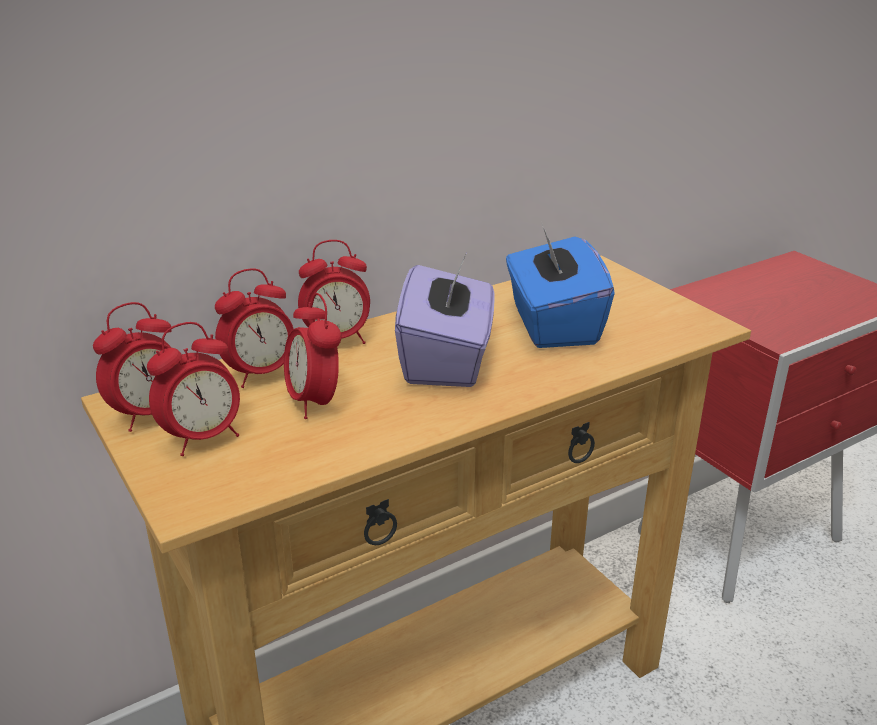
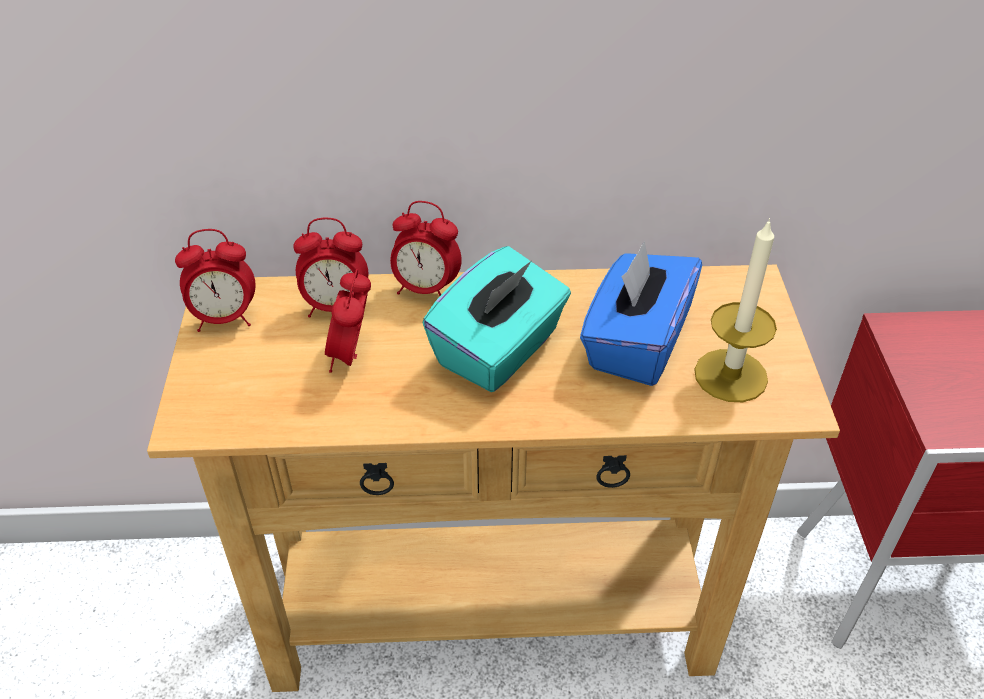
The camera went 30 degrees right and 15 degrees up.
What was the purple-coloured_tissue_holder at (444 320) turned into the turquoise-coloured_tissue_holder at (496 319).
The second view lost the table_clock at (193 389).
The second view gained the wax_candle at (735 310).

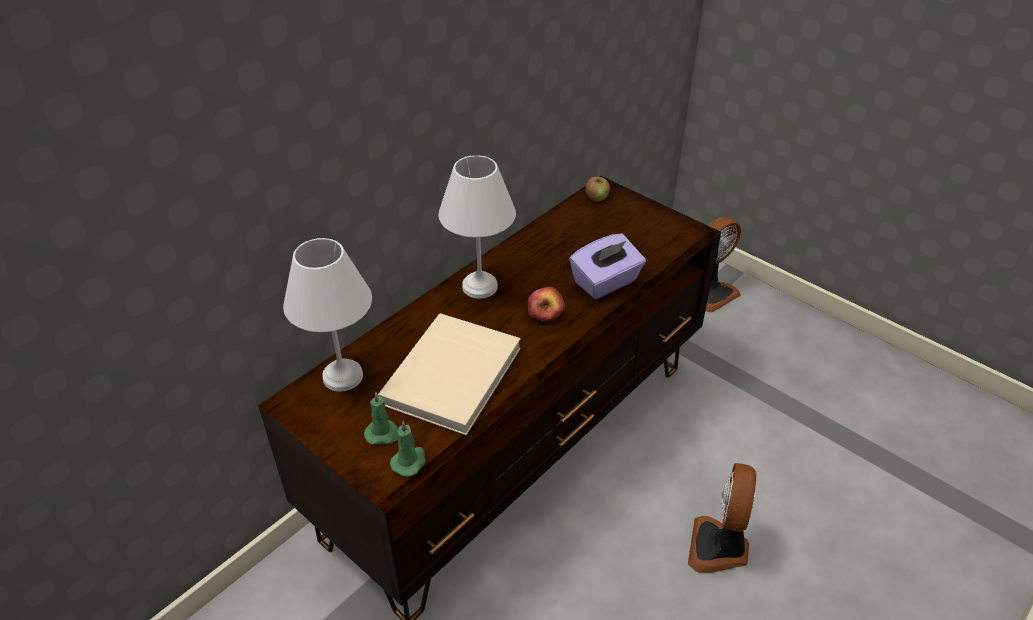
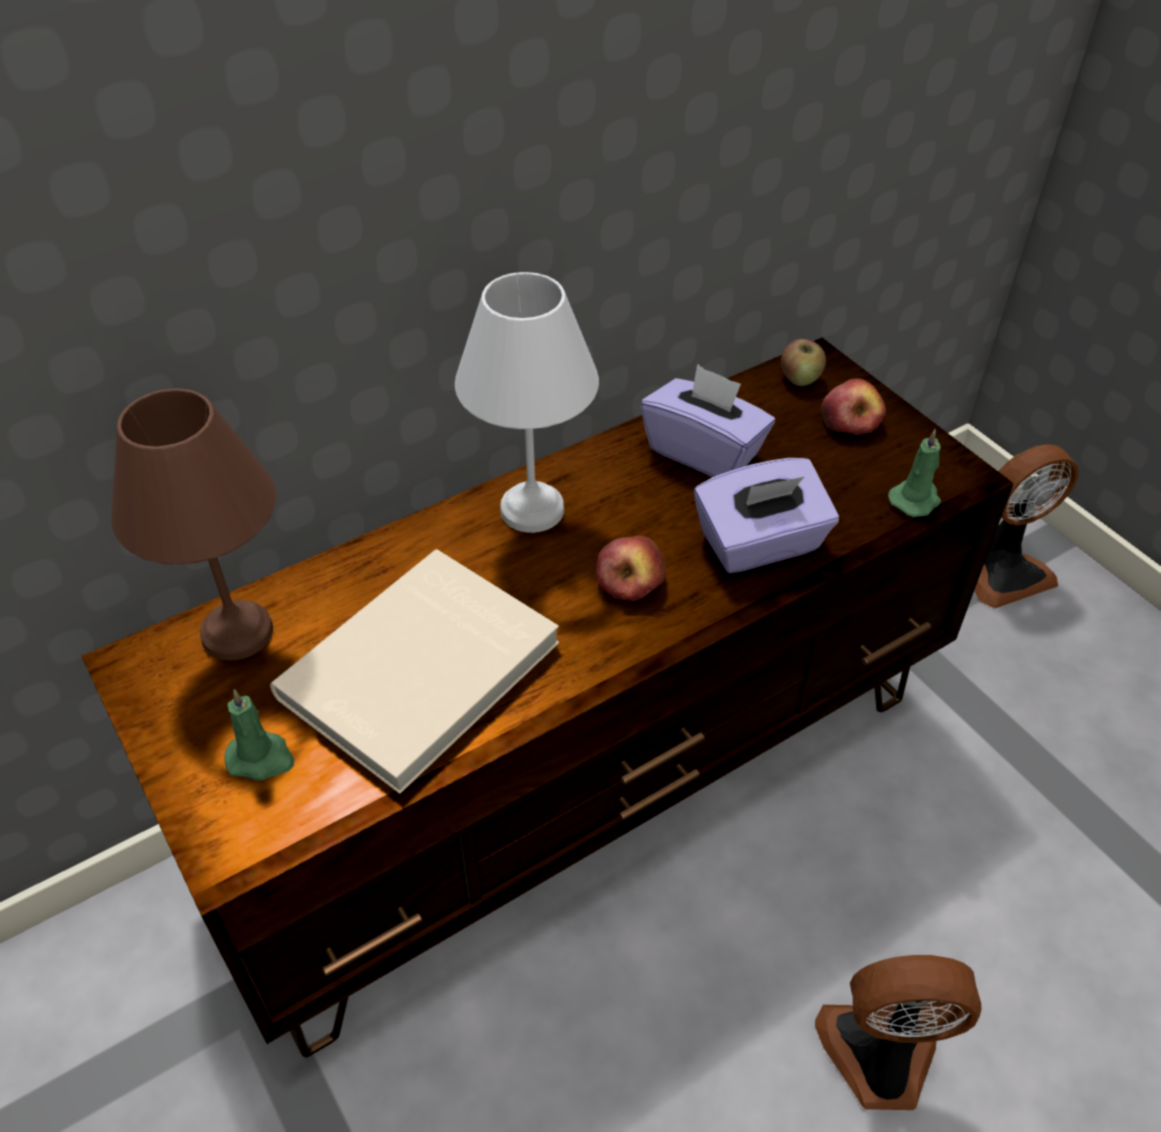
The camera went 15 degrees right and 5 degrees up.
What was the whitish_lamp_for_a_table at (327 315) turned into the brown_lamp_for_a_table at (193 524).
The green-coloured_wax_candle ended up elsewhere, having gone from (408 449) to (914 473).
The electric_fan at (722 518) ended up facing another way, 60 degrees clockwise from before.
The second view gained the purple-coloured_tissue_holder at (708 420).
The second view gained the apple at (854 406).

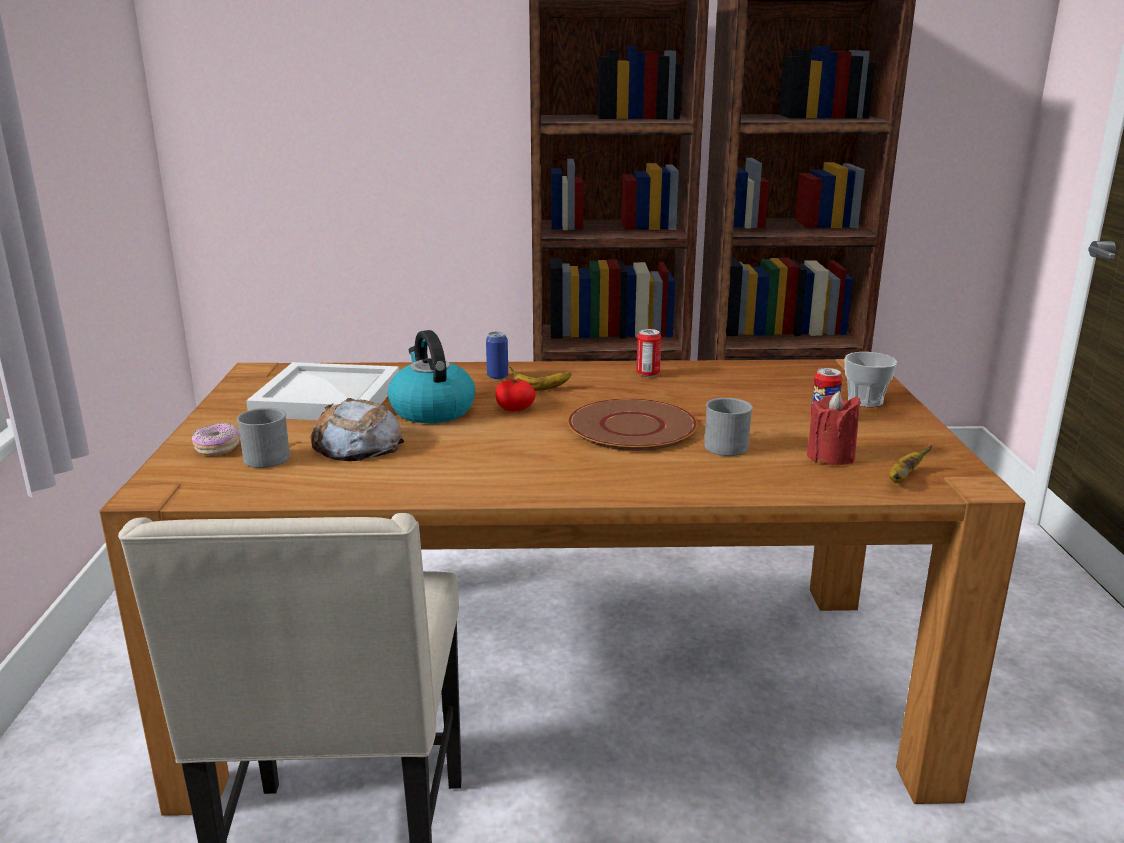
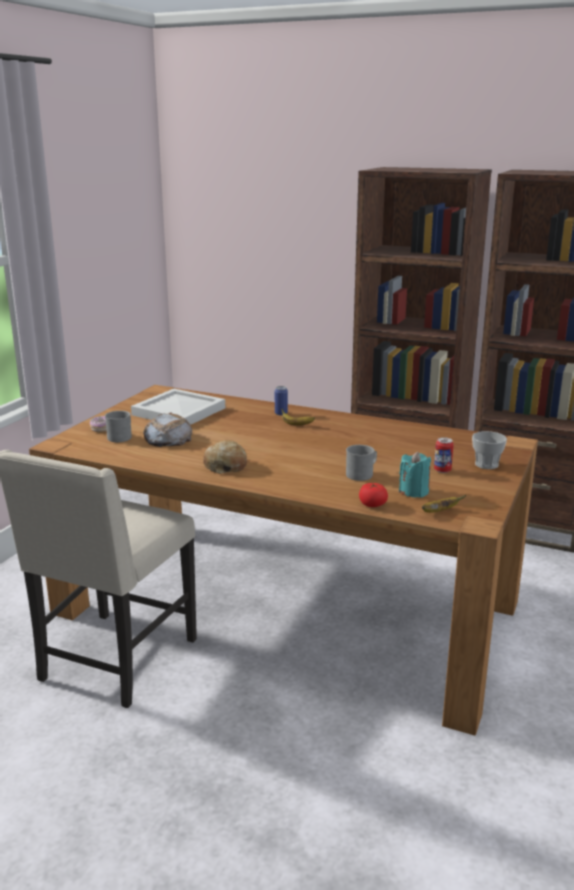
The camera went 25 degrees right and 0 degrees up.
The second view lost the metal_can at (648 353).
The second view lost the water_kettle at (431 376).
The fresh_tomato ended up elsewhere, having gone from (515 395) to (373 494).
What was the red-coloured_wax_candle at (834 428) turned into the turquoise-coloured_wax_candle at (415 474).
The second view lost the brown_dinner_plate at (632 424).
The second view gained the baked_bread at (225 456).

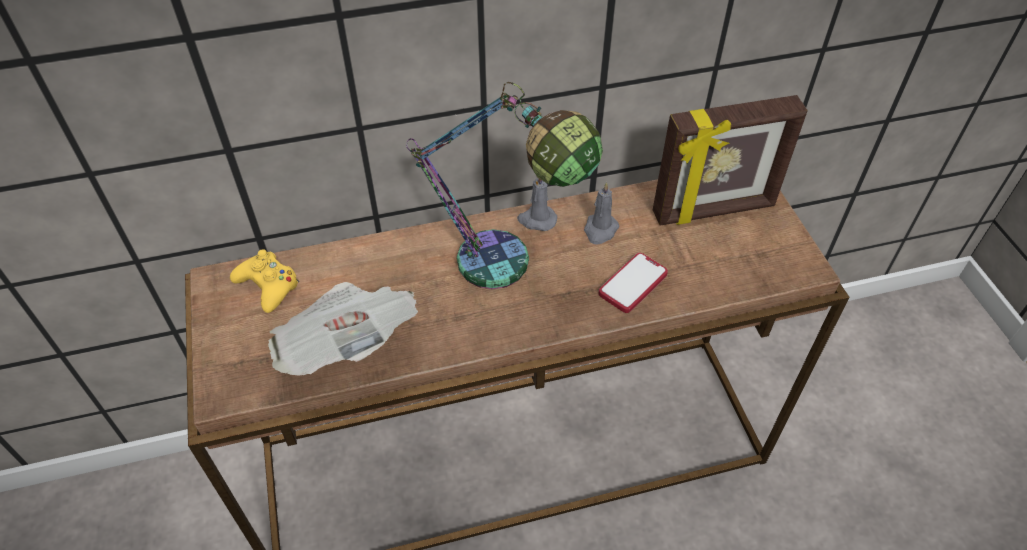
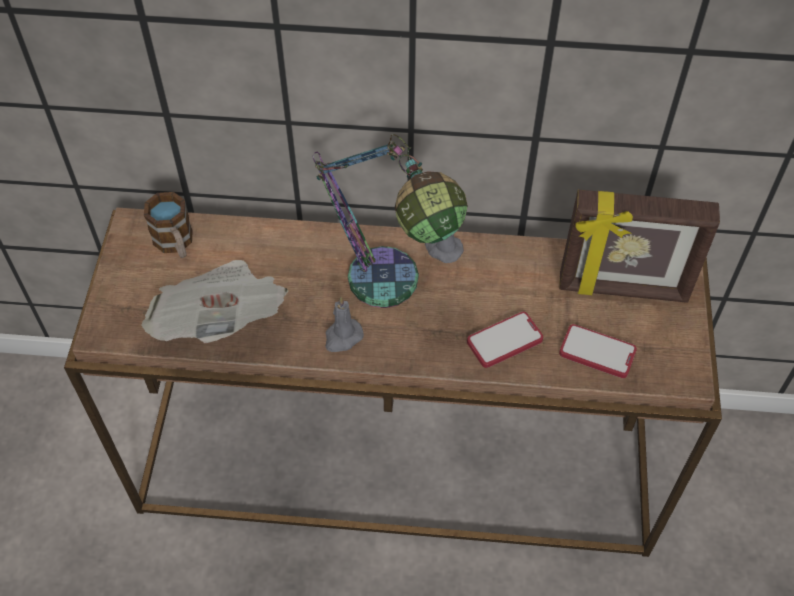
The camera went 20 degrees right and 5 degrees up.
The grey_wax_candle ended up elsewhere, having gone from (601 213) to (344 324).
Where the yellow_game_controller stood at (264 281), the mug came to stand at (168 225).
The second view gained the telephone at (598 351).

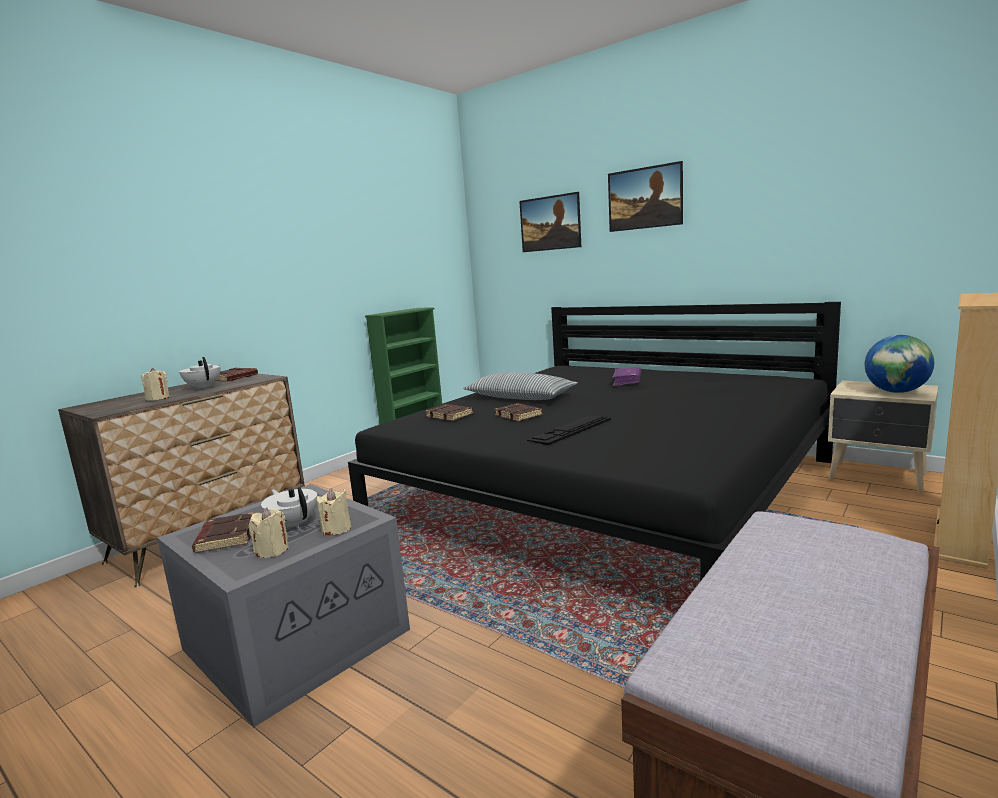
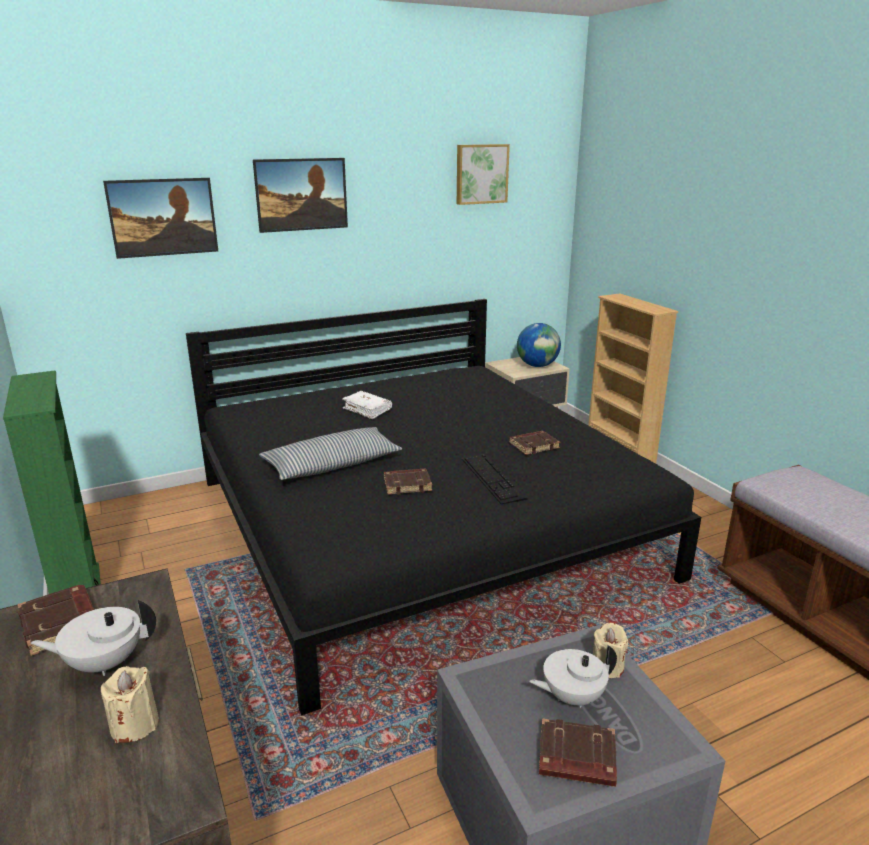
The camera went 65 degrees left and 10 degrees up.
What was the purple-coloured_bound_book at (626 376) turned into the whitish_bound_book at (367 405).
The brown_bound_book ended up elsewhere, having gone from (449 412) to (534 443).
The second view lost the beige-coloured_wax_candle at (269 533).
The second view gained the wall_picture at (483 174).

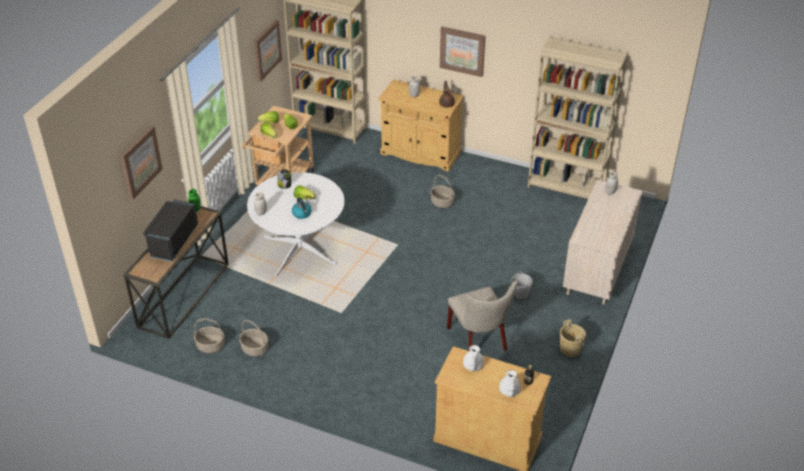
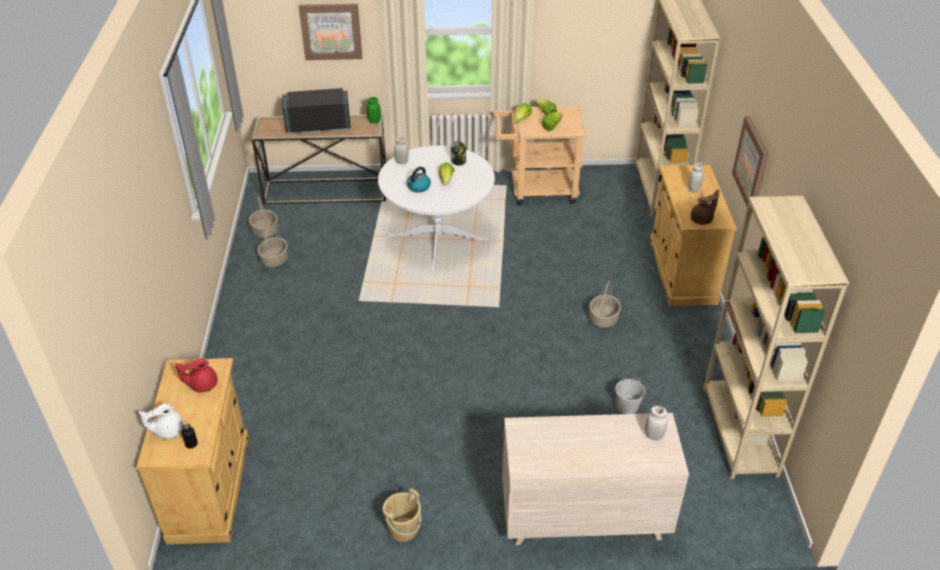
The camera went 65 degrees right and 0 degrees up.
The second view lost the wall_picture at (268 51).
The whitish_pail ended up elsewhere, having gone from (522 285) to (630 396).
The second view lost the beige-coloured_upright_chair at (482 315).
What was the whitish_tea_pot at (473 358) turned into the red-coloured_tea_pot at (197 375).

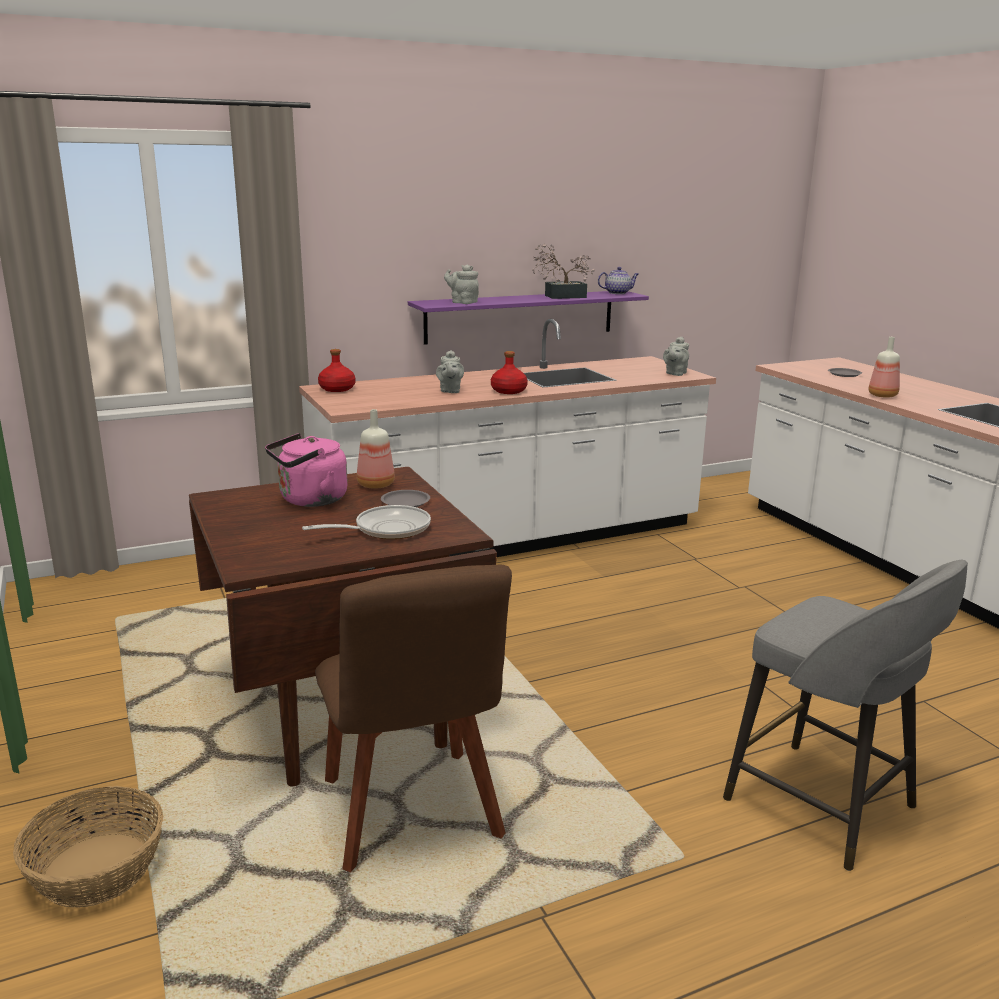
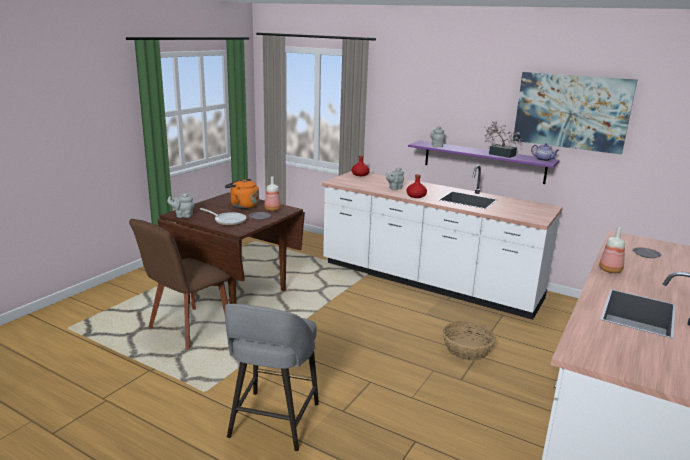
The camera went 55 degrees right and 0 degrees up.
The grey_tea_pot ended up elsewhere, having gone from (676 356) to (180 205).
What was the pink_water_kettle at (306 470) turned into the orange-coloured_water_kettle at (242 194).
The storage_basket ended up elsewhere, having gone from (88 847) to (469 341).
The second view gained the wall_picture at (575 113).

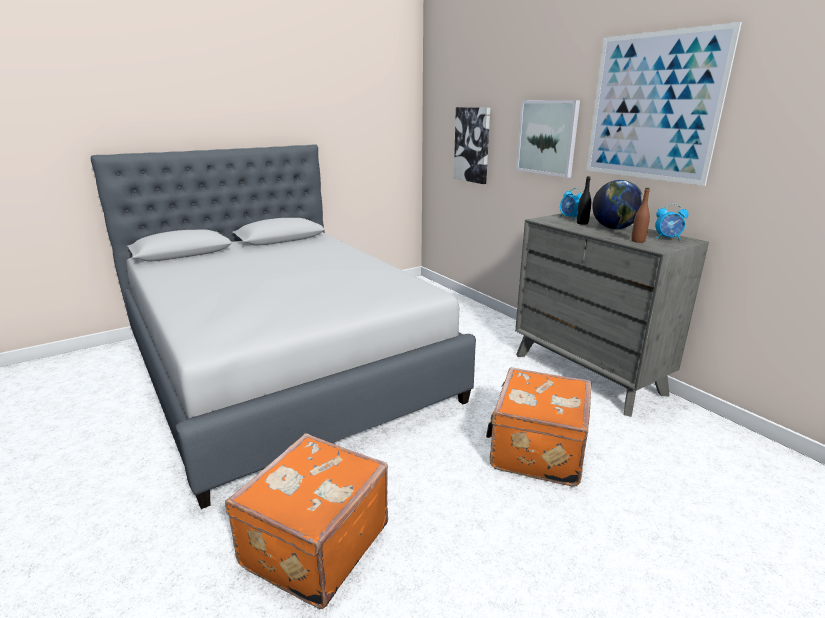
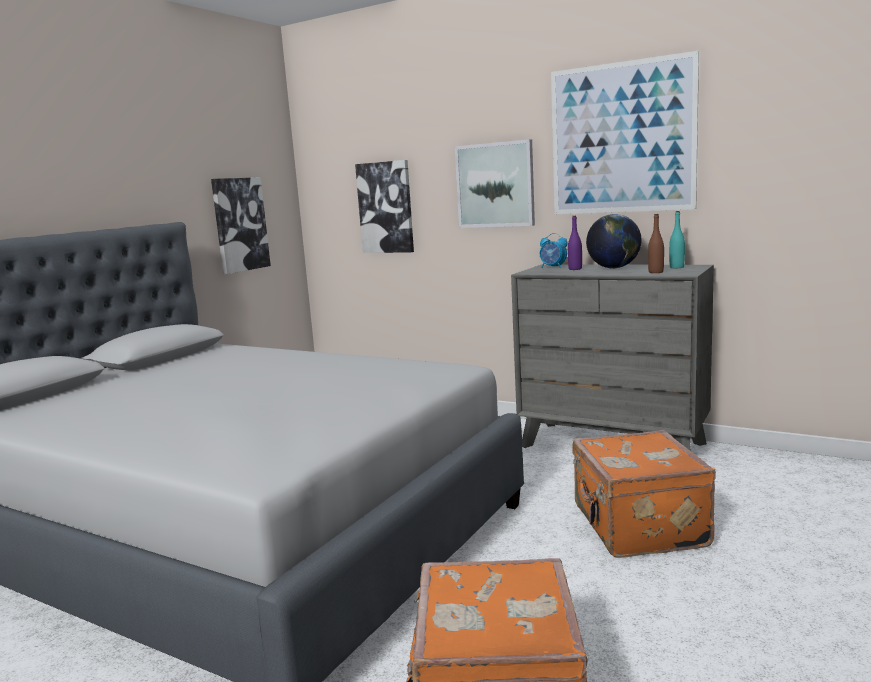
The camera went 25 degrees left and 10 degrees down.
What was the blackish_bottle at (584 200) turned into the purple-coloured_bottle at (575 243).
Where the table_clock stood at (672 222), the turquoise-coloured_bottle came to stand at (677 239).
The second view gained the wall_picture at (241 225).

